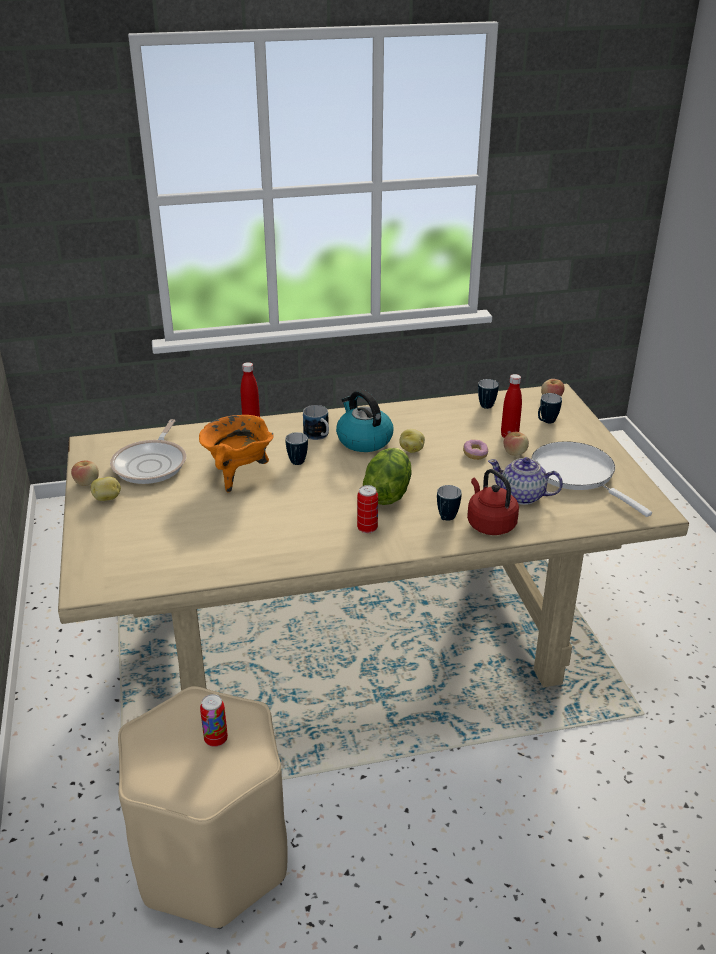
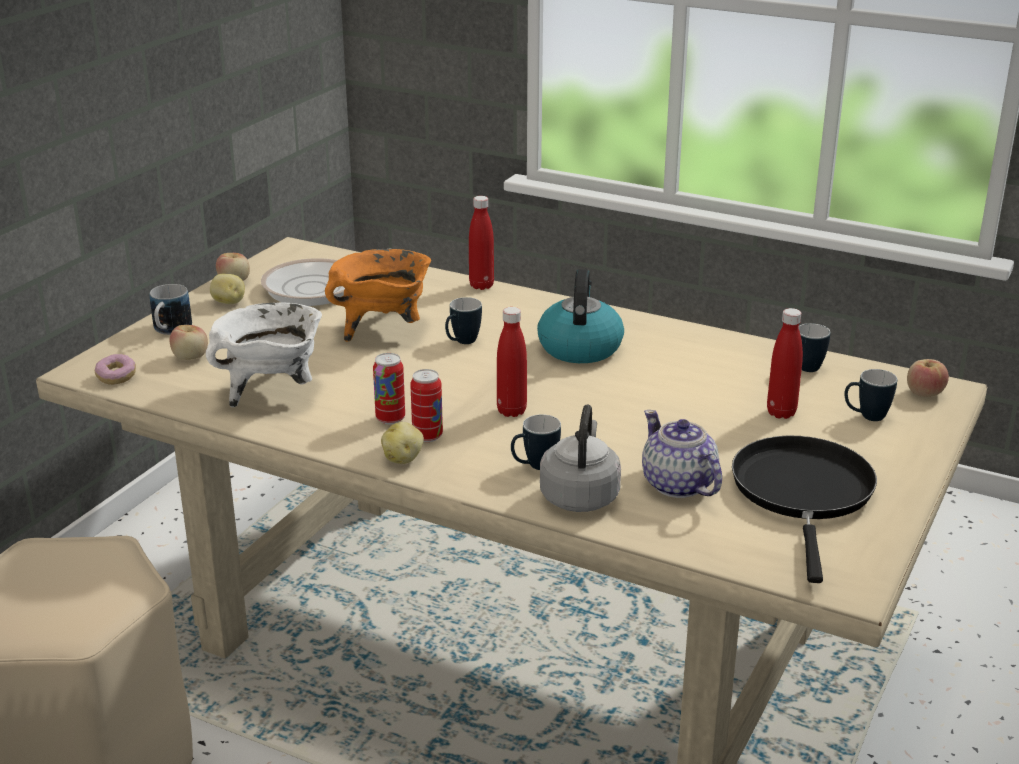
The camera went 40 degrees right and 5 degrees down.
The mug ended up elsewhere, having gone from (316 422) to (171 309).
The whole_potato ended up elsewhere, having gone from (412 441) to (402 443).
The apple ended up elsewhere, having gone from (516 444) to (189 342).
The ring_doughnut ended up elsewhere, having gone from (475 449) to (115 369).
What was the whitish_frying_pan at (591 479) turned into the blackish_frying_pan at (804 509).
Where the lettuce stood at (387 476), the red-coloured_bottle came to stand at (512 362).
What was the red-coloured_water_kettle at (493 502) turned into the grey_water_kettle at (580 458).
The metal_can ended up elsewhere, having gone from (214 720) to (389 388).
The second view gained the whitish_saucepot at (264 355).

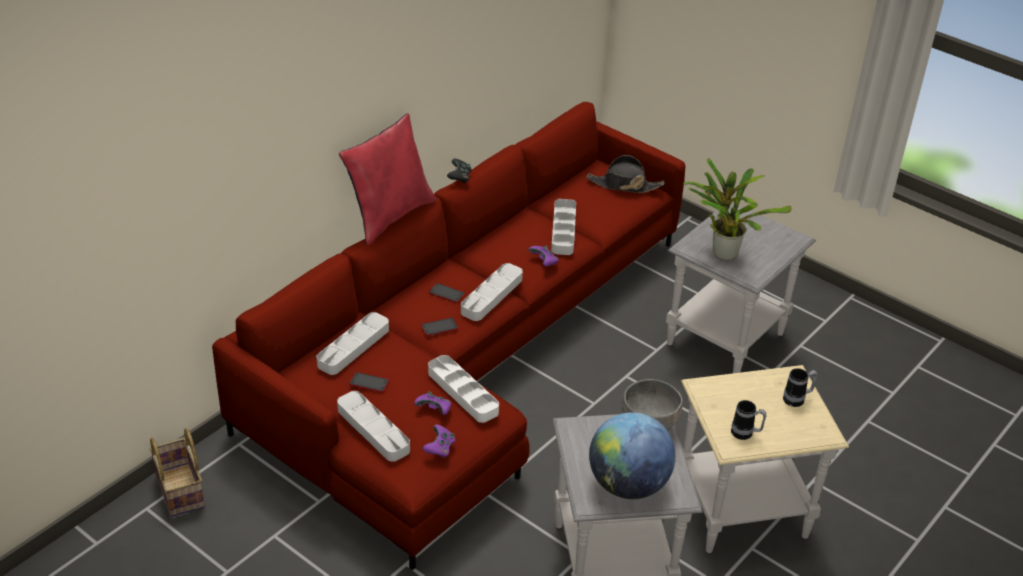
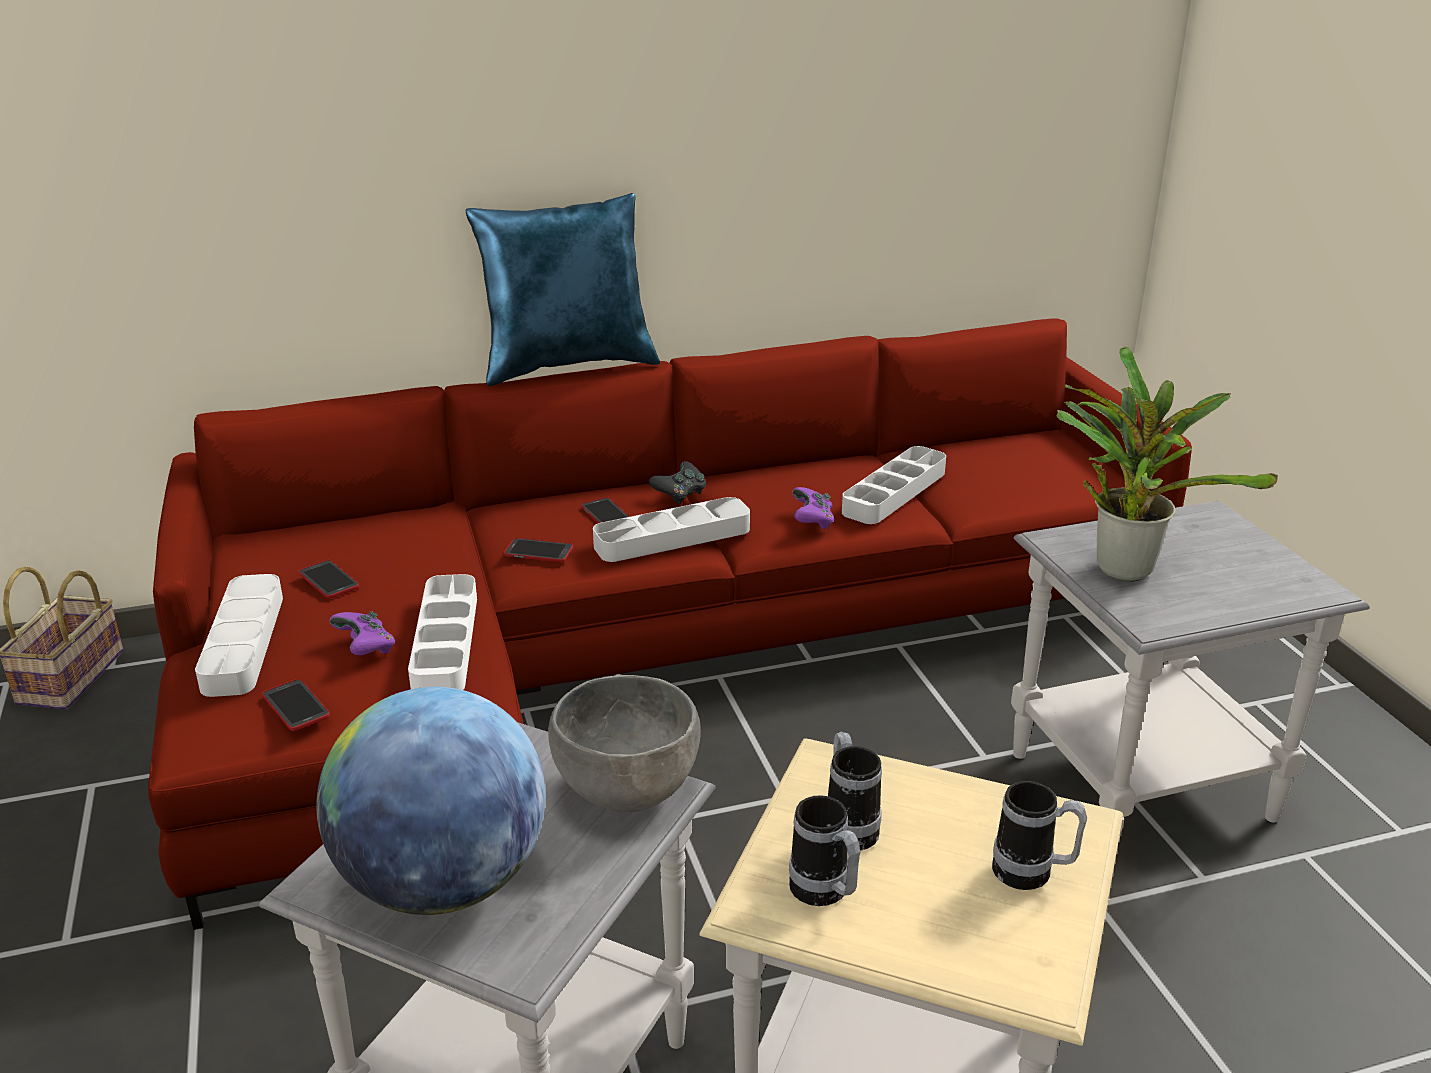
The camera went 35 degrees right and 10 degrees down.
What was the red-coloured_throw_pillow at (388 179) turned into the blue_throw_pillow at (563 289).
The second view lost the blackish_clothing_hat at (625 174).
The blackish_game_controller ended up elsewhere, having gone from (459 171) to (677 482).
The second view lost the grey_tray at (353 343).
Where the purple-coloured_game_controller stood at (438 441), the telephone came to stand at (296 705).
The second view gained the mug at (855 791).

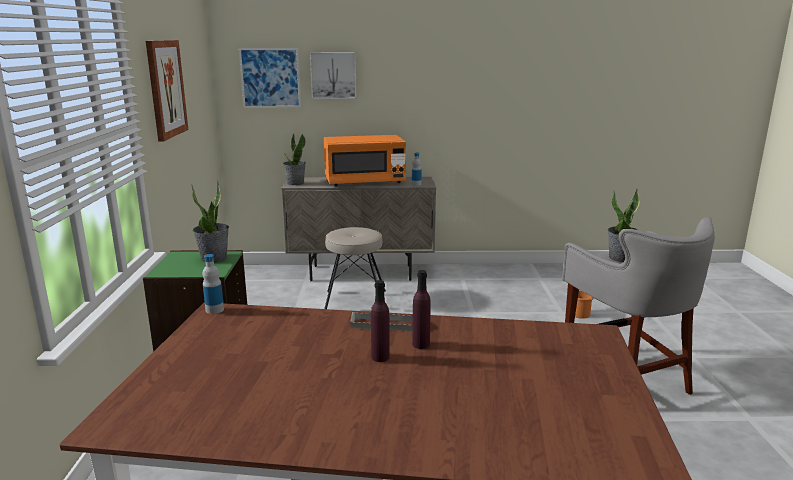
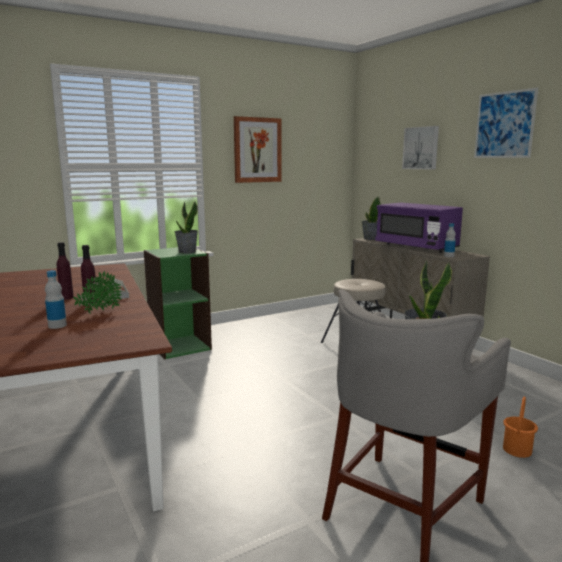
The camera went 60 degrees right and 5 degrees down.
The wall_picture ended up elsewhere, having gone from (270 78) to (506 123).
What was the orange-coloured_microwave_oven at (365 160) turned into the purple-coloured_microwave_oven at (419 228).
The bottle ended up elsewhere, having gone from (213 284) to (56 299).
The second view gained the houseplant at (97 292).

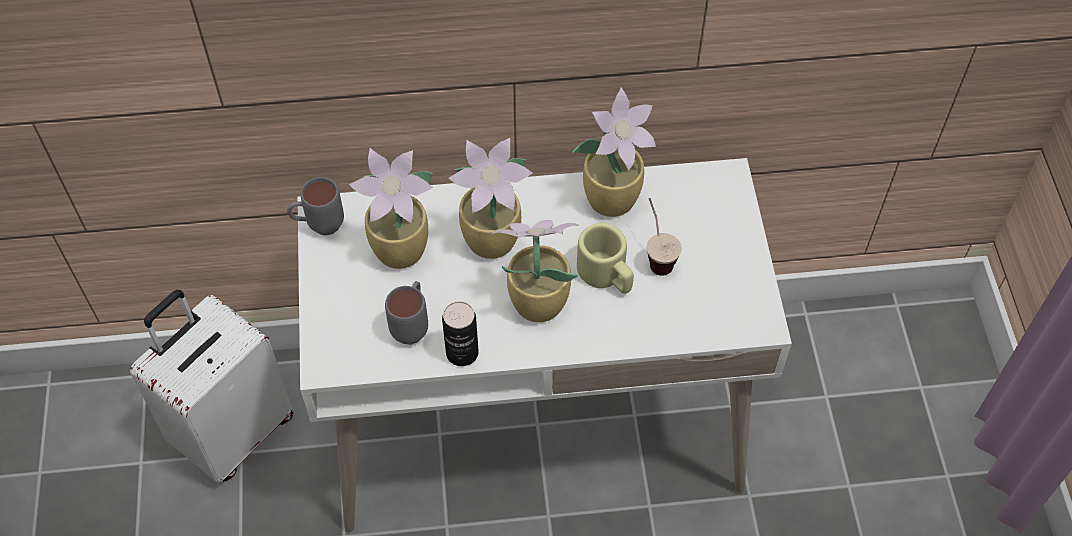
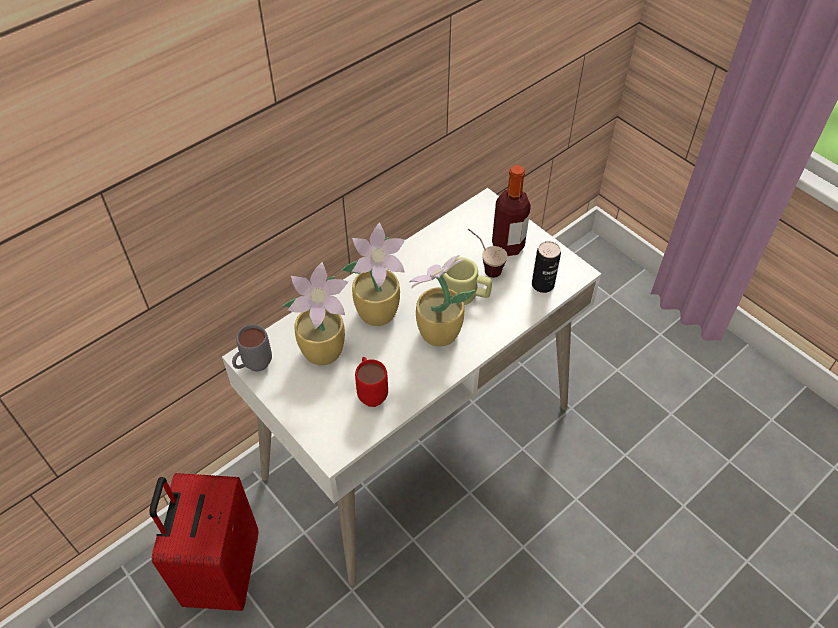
The camera went 35 degrees left and 5 degrees down.
The second view lost the houseplant at (614 152).
What was the grey_mug at (406 313) turned into the red-coloured_mug at (371 382).
What was the whitish_travel_case at (211 386) turned into the red-coloured_travel_case at (203 542).
The metal_can ended up elsewhere, having gone from (460 333) to (546 267).
The second view gained the bottle at (511 210).

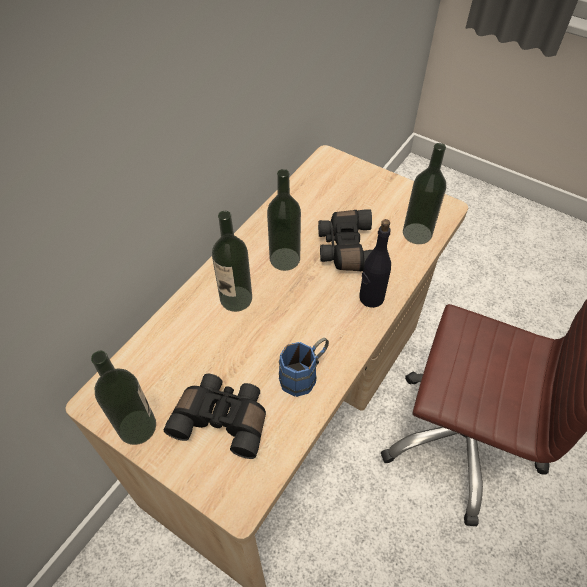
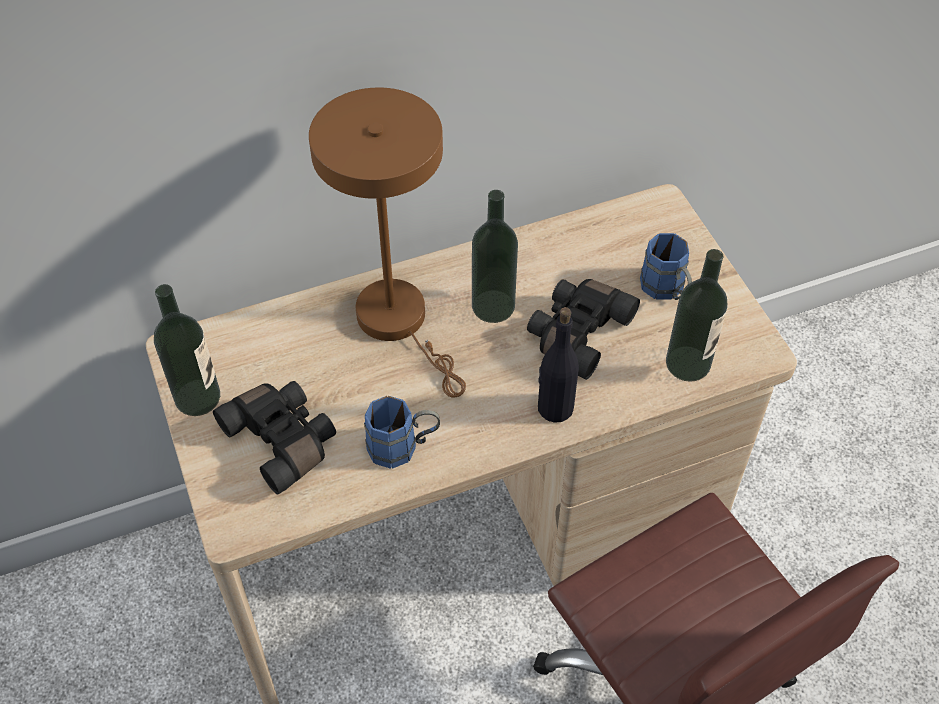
The camera went 35 degrees right and 0 degrees up.
Where the bottle stood at (232 261), the brown_lamp_for_a_table came to stand at (387 243).
The second view gained the blue_mug at (666 266).

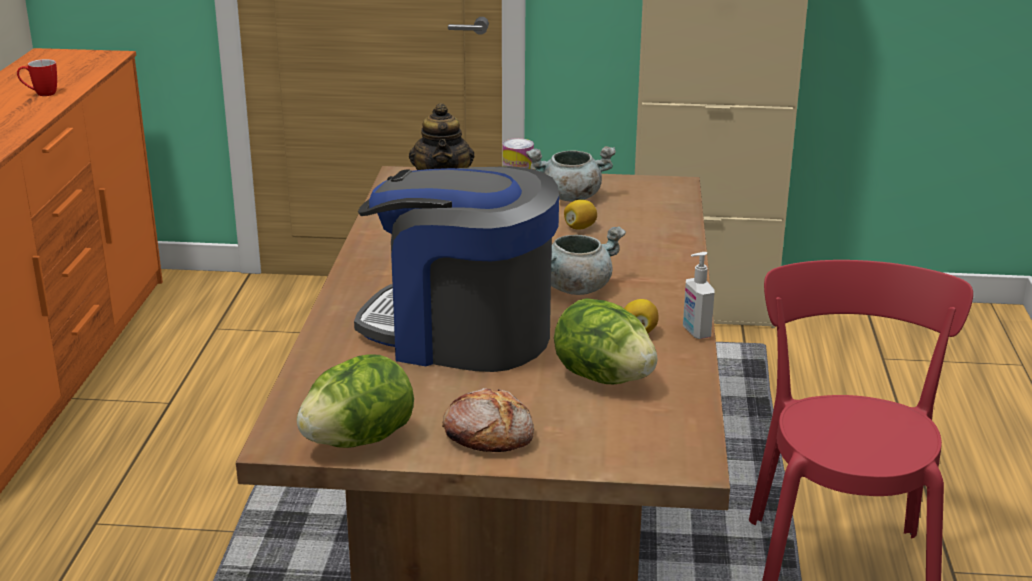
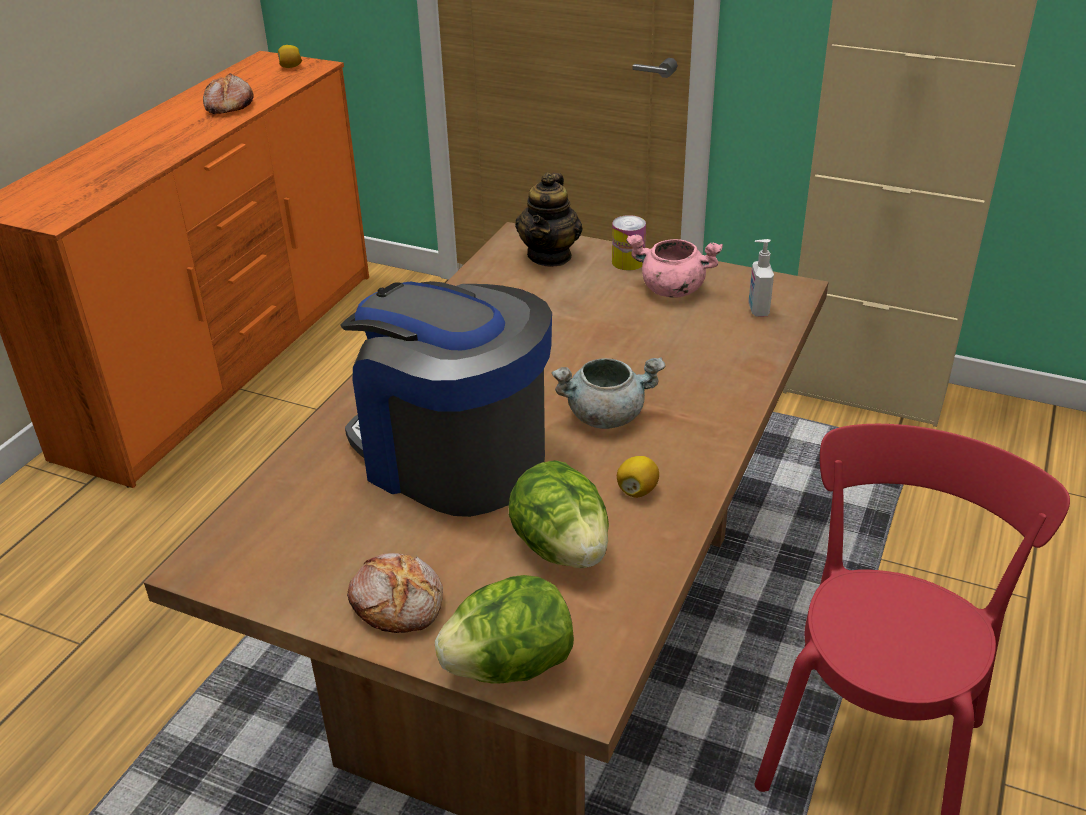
The camera went 20 degrees right and 10 degrees up.
Where the mug stood at (37 77), the baked_bread came to stand at (228 93).
What was the grey_saucepot at (571 173) turned into the pink_saucepot at (674 266).
The lemon ended up elsewhere, having gone from (580 215) to (290 56).
The soap_bottle ended up elsewhere, having gone from (699 295) to (761 278).
The lettuce ended up elsewhere, having gone from (355 401) to (504 629).

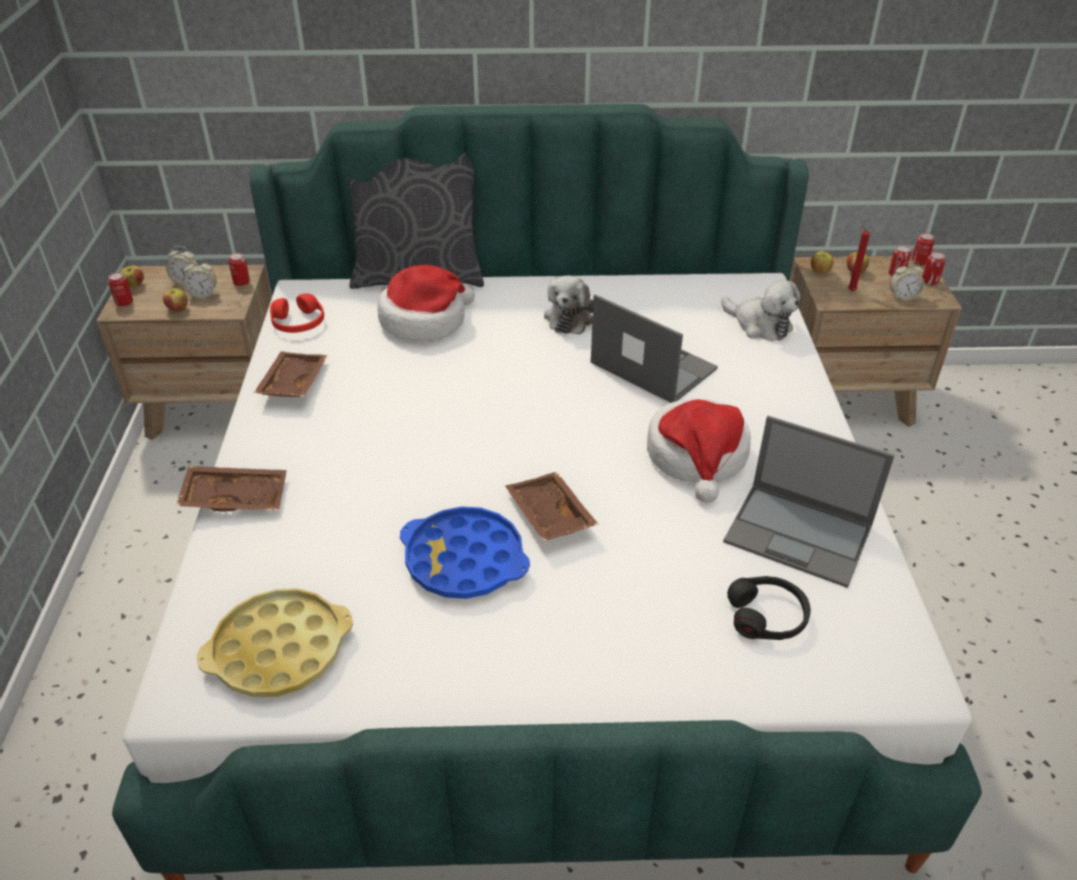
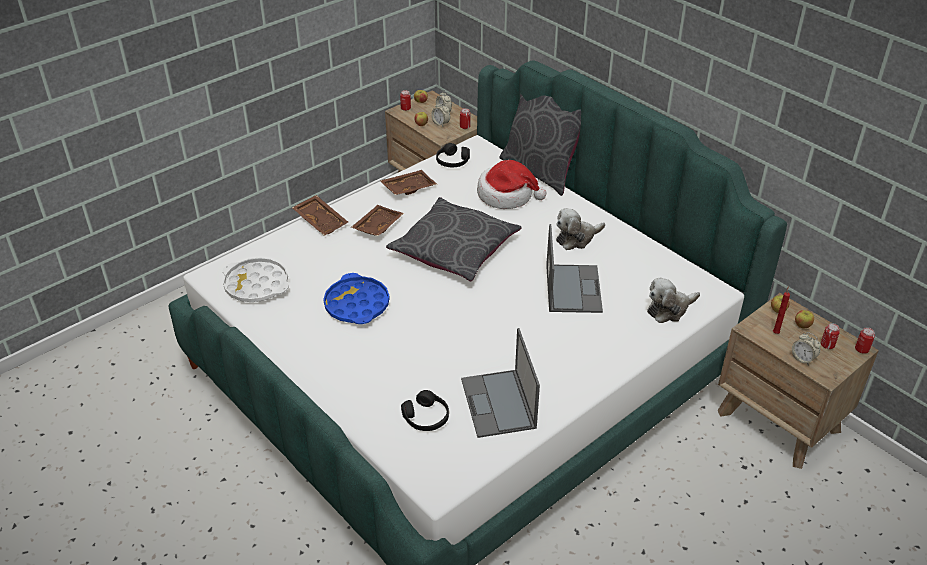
The camera went 50 degrees right and 0 degrees up.
The second view lost the metal_can at (933 268).
The plush_toy at (760 310) ended up facing another way, 60 degrees clockwise from before.
What was the red-coloured_headset at (297 313) turned into the blackish_headset at (453 155).
The second view lost the clothing_hat at (699 450).
The brown_tray ended up elsewhere, having gone from (552 506) to (377 220).
What was the yellow_tray at (275 642) turned into the whitish_tray at (256 279).
The second view gained the grey_throw_pillow at (454 239).

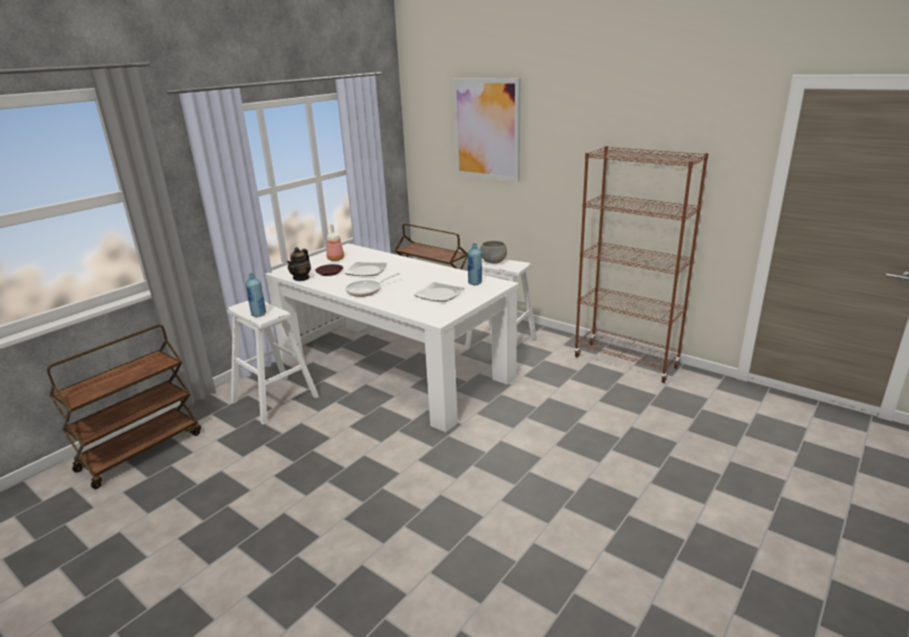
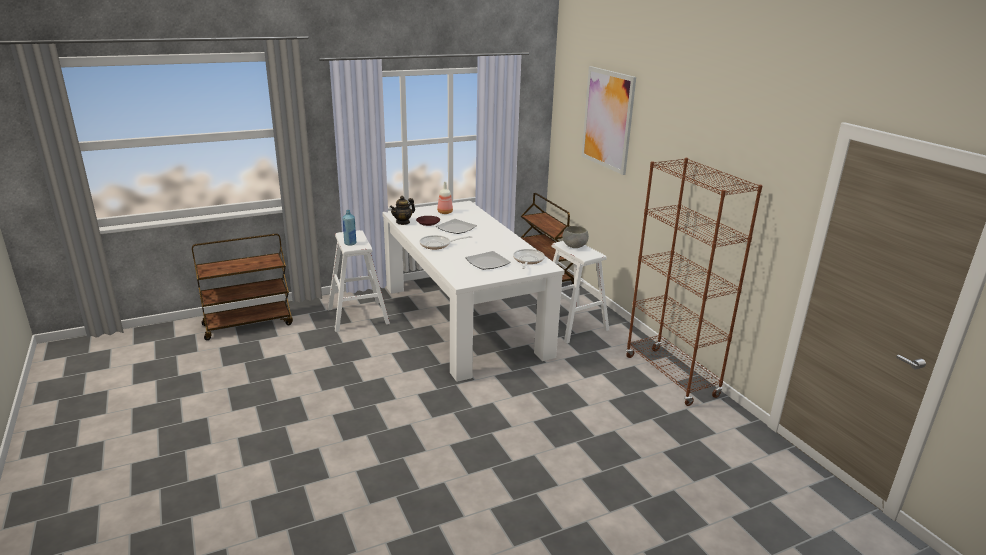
The camera went 25 degrees right and 0 degrees up.
Where the blue_bottle stood at (474 264), the frying_pan came to stand at (529 259).

